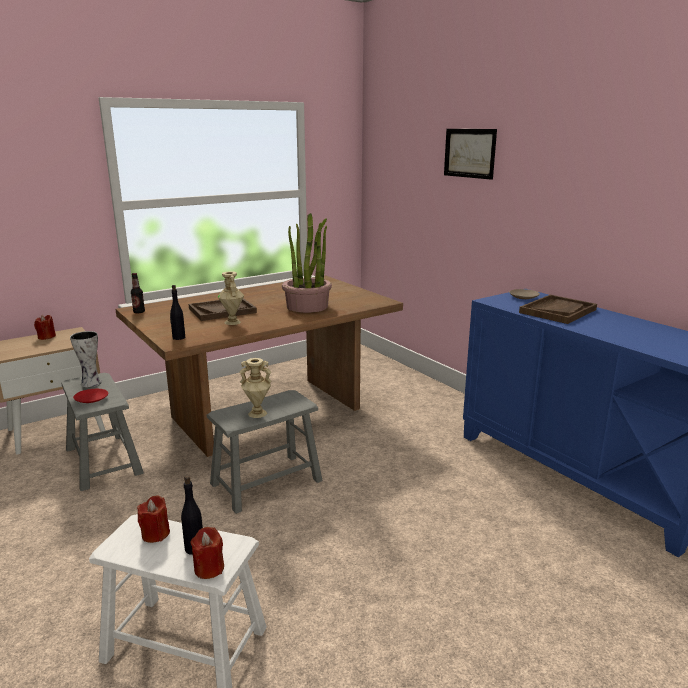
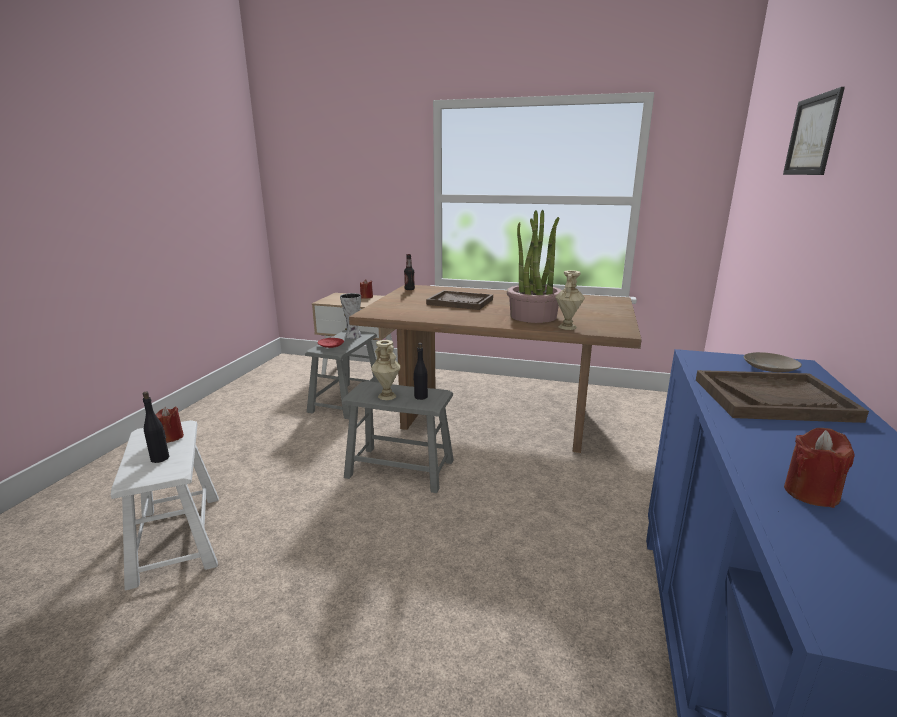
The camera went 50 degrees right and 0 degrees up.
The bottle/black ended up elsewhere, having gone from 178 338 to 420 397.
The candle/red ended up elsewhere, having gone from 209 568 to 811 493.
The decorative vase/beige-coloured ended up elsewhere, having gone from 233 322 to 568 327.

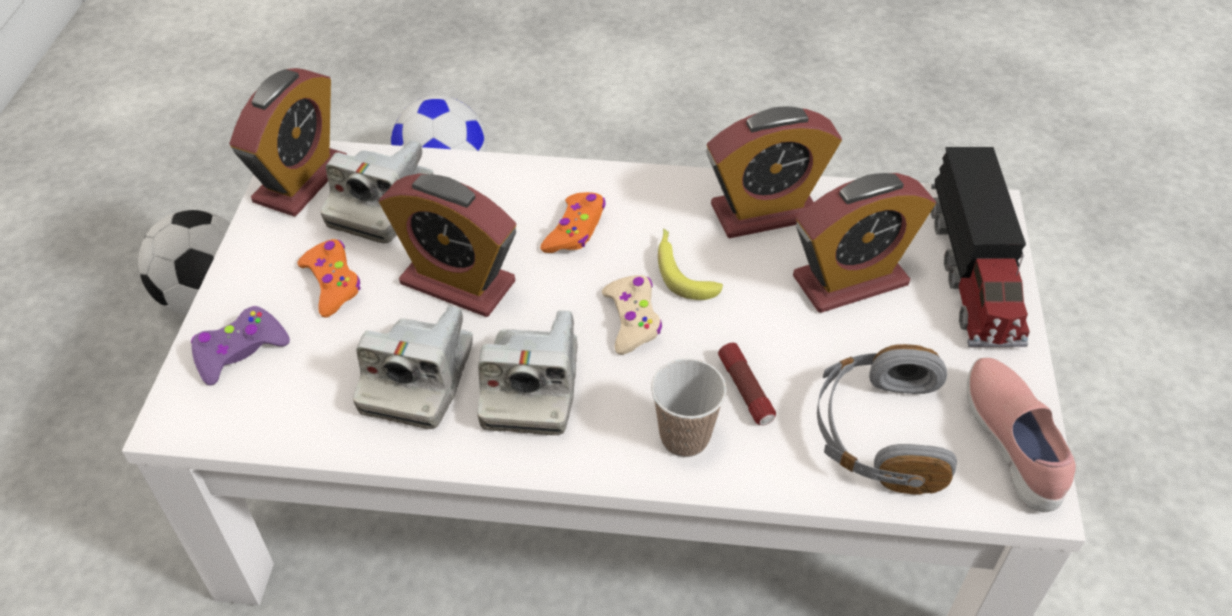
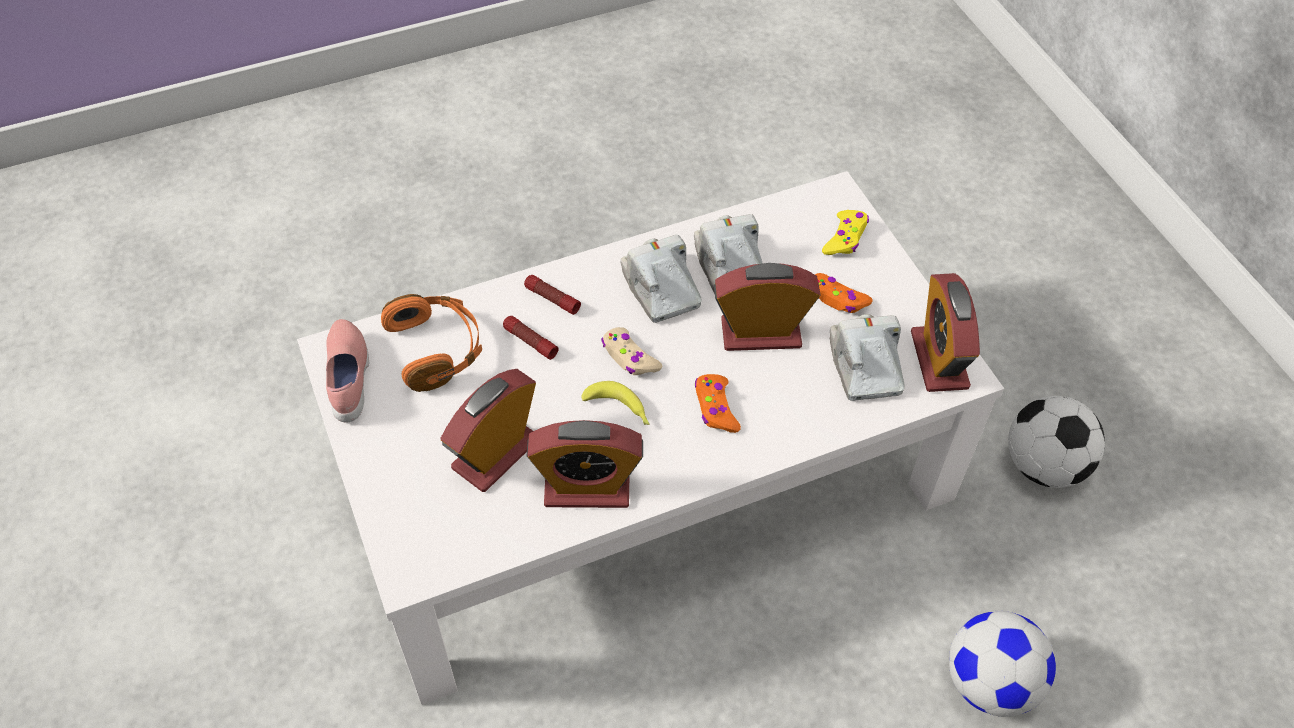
The camera went 150 degrees right and 5 degrees up.
What was the game controller/purple-coloured at 239 351 turned into the game controller/yellow-coloured at 845 238.
Where the drinking cup stood at 684 437, the torch came to stand at 552 299.
The bedside clock at 764 212 ended up facing another way, 135 degrees counterclockwise from before.
What was the headphones/gray at 878 433 turned into the headphones/orange-coloured at 437 349.
The second view lost the toy lorry at 974 272.
The item of footwear/pink at 1013 444 ended up facing another way, 150 degrees counterclockwise from before.

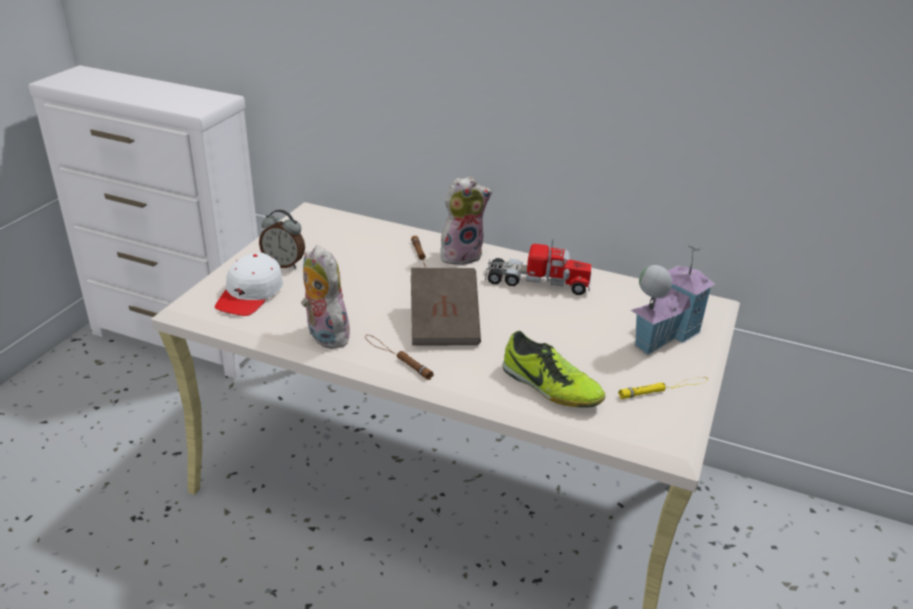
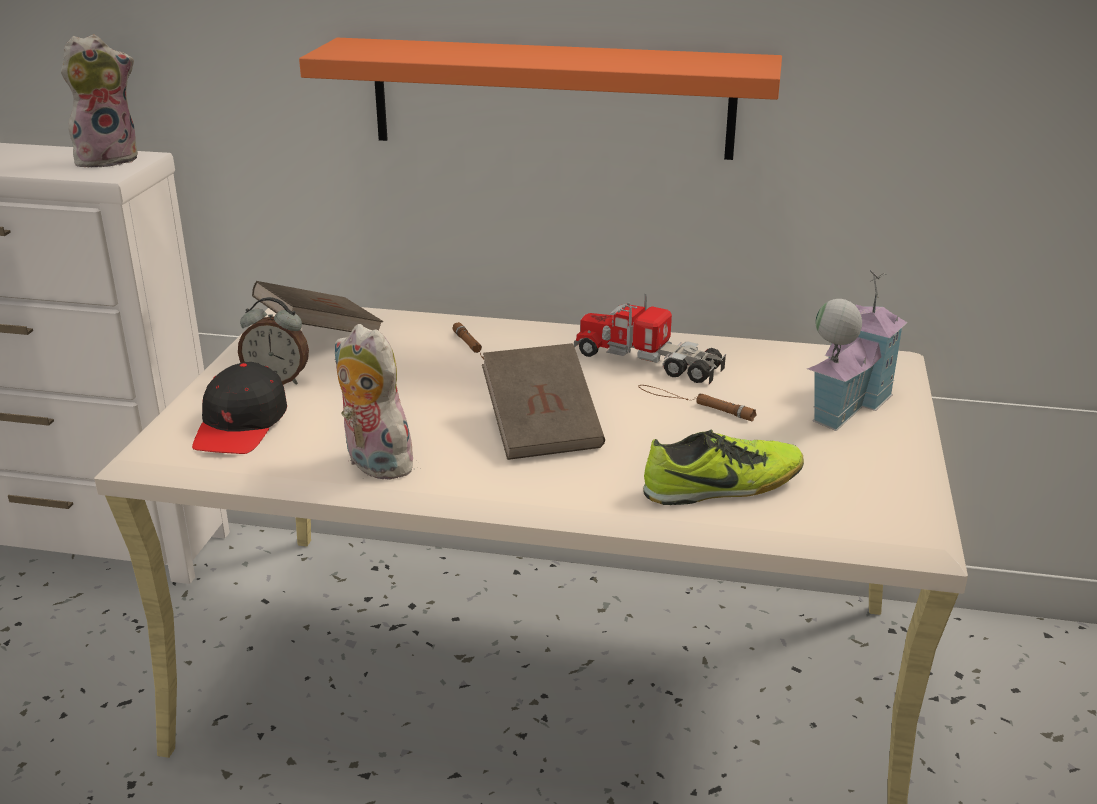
The camera went 10 degrees left and 5 degrees down.
What was the cap/white-coloured at 250 294 turned into the cap/black at 241 425.
The torch/brown-coloured ended up elsewhere, having gone from 397 357 to 694 403.
The plush toy ended up elsewhere, having gone from 461 255 to 108 159.
The toy lorry at 537 282 ended up facing another way, 150 degrees counterclockwise from before.
The item of footwear at 550 387 ended up facing another way, 45 degrees counterclockwise from before.
The second view lost the torch/yellow-coloured at 664 388.
The second view gained the volume/brown-coloured at 320 334.
The second view gained the bracket shelf/orange-coloured at 551 98.

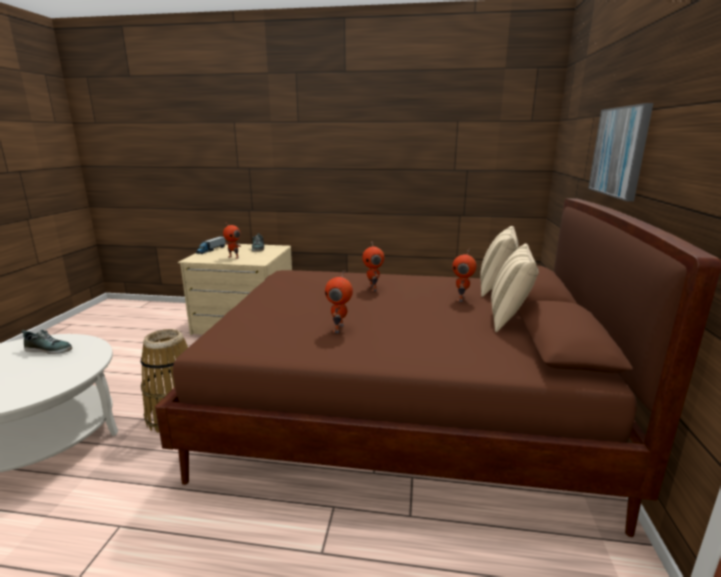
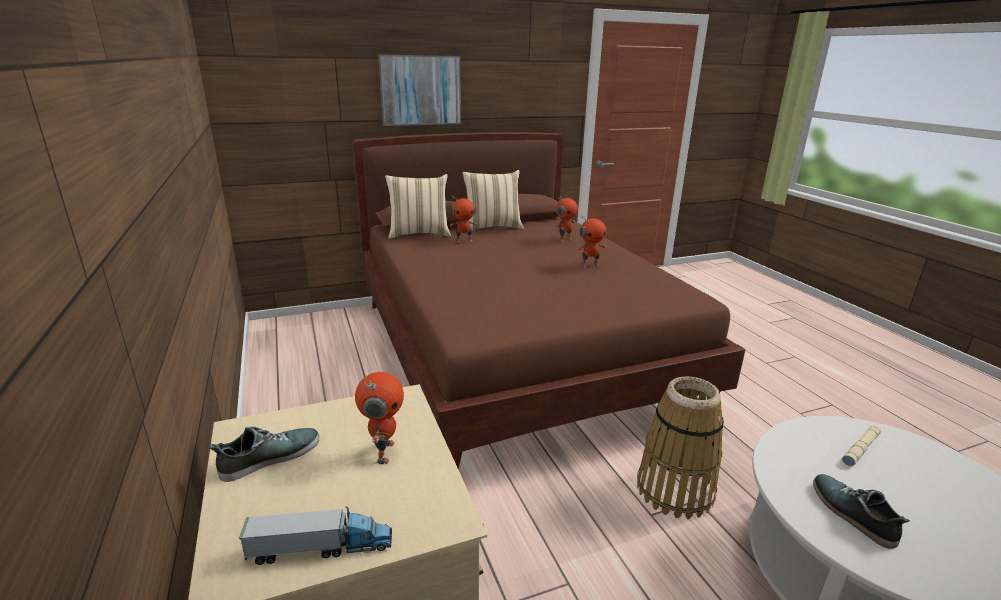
The camera went 120 degrees left and 5 degrees up.
The toy robot ended up elsewhere, having gone from 373 288 to 564 240.
The second view gained the torch/beige-coloured at 860 449.

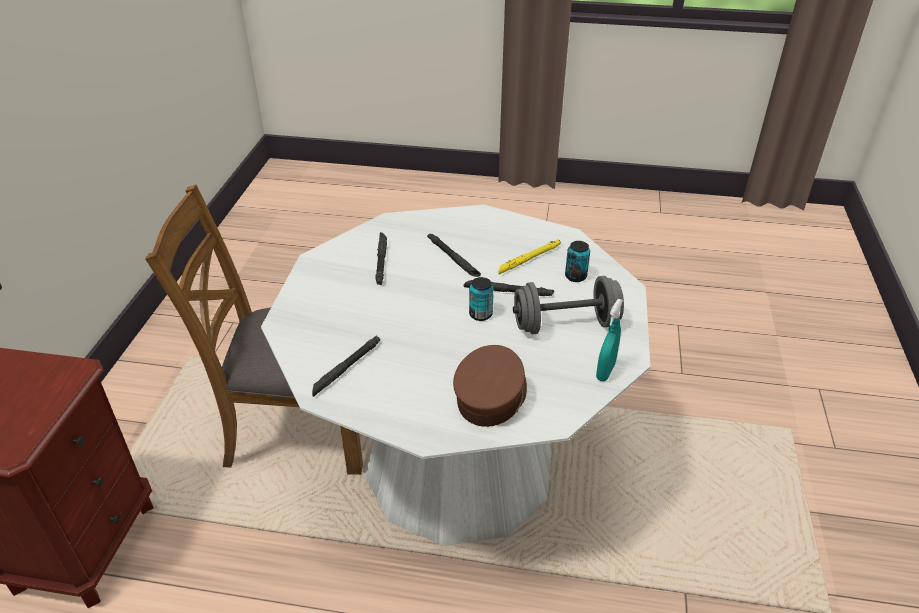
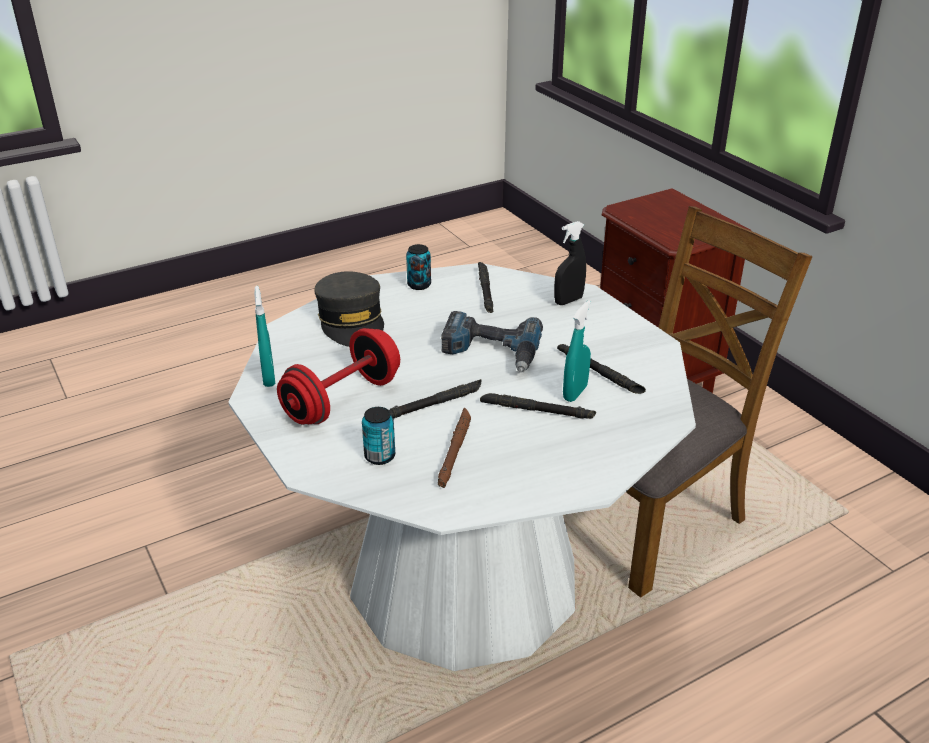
The camera went 140 degrees right and 5 degrees down.
What was the cap/brown-coloured at 491 396 turned into the cap/gray at 351 321.
The can ended up elsewhere, having gone from 480 314 to 419 285.
What was the torch/yellow-coloured at 528 259 turned into the torch/brown-coloured at 454 450.
What was the free weight/gray at 565 324 turned into the free weight/red at 342 400.
The second view gained the power drill at 490 351.
The second view gained the spray bottle/black at 568 301.
The second view gained the spray bottle/turquoise-coloured at 575 393.

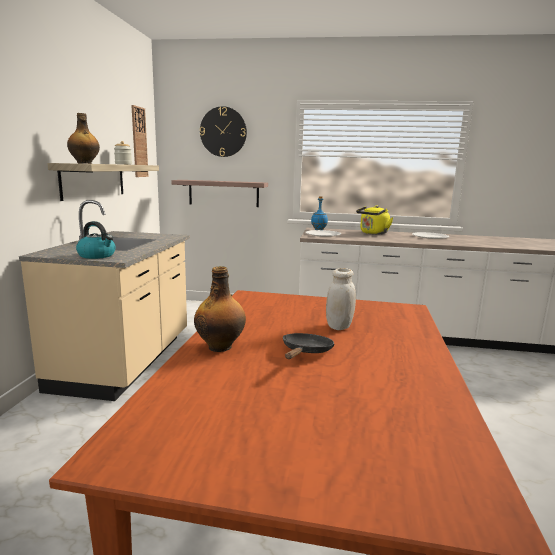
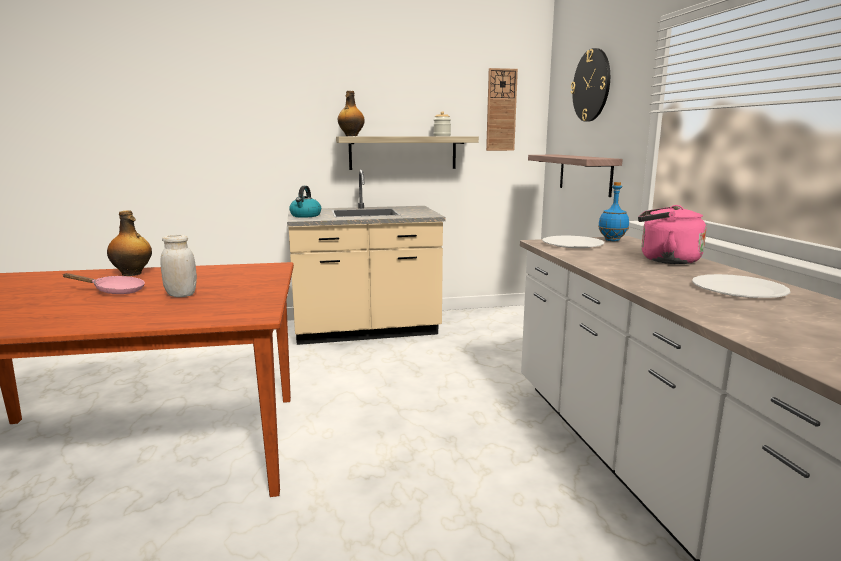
The camera went 70 degrees right and 0 degrees up.
What was the skillet/black at 305 352 turned into the skillet/pink at 114 291.
What was the kettle/yellow-coloured at 373 233 turned into the kettle/pink at 665 260.

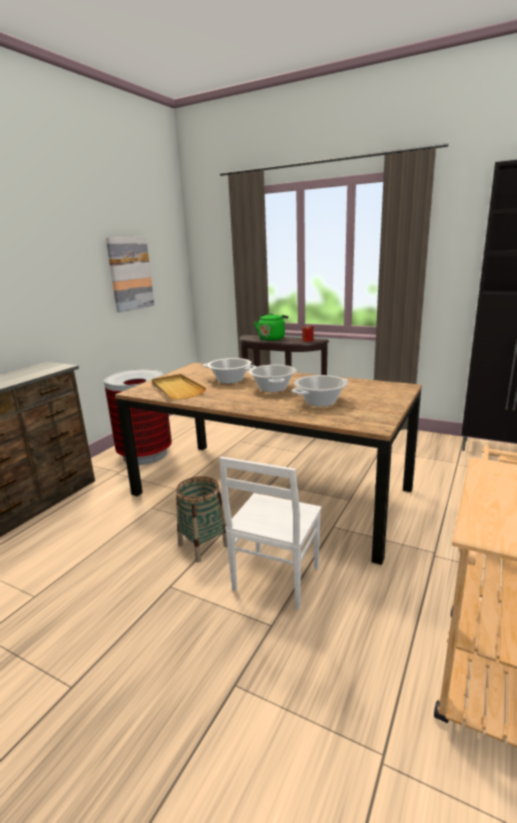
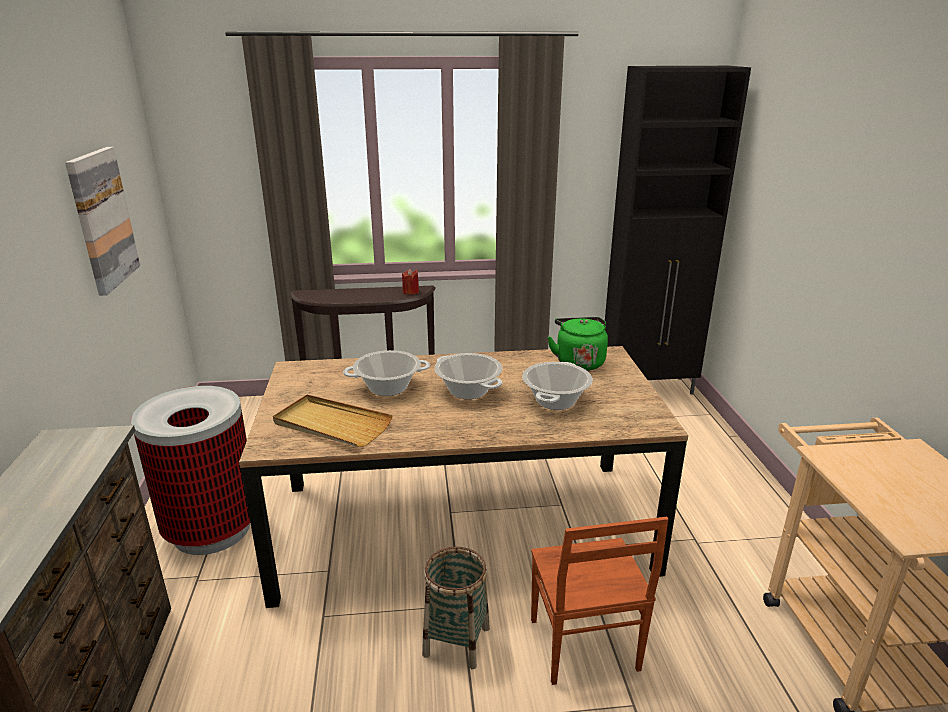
The camera went 35 degrees left and 5 degrees up.
What was the upright chair/white-coloured at 274 579 turned into the upright chair/brown-coloured at 582 646.
The kettle/green-coloured ended up elsewhere, having gone from 272 338 to 578 362.

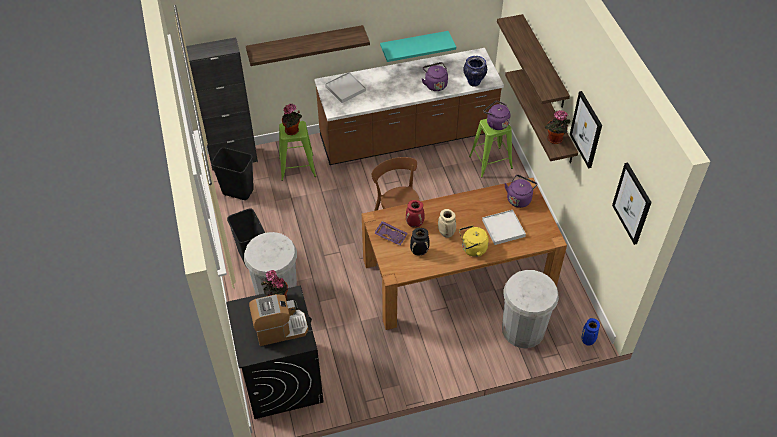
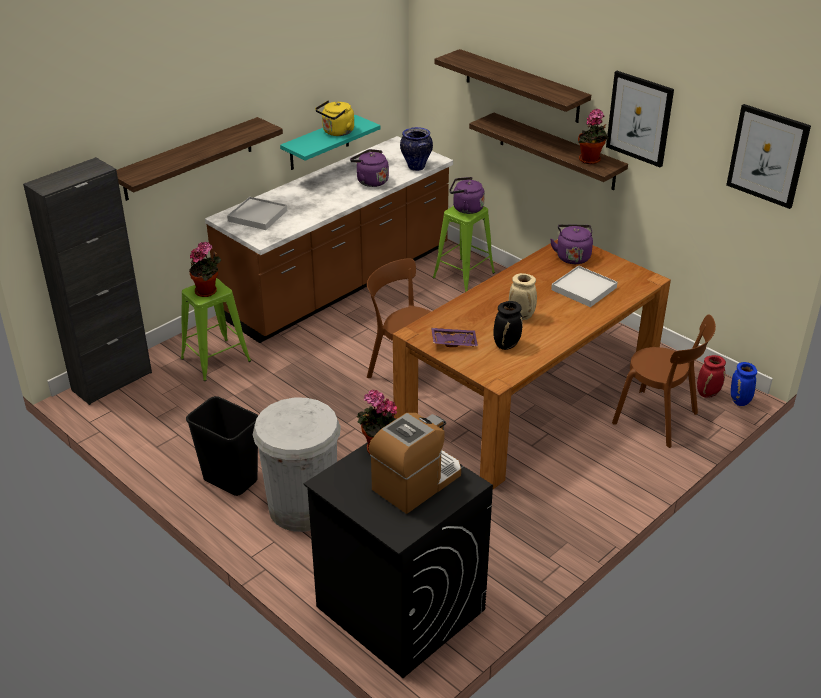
The camera went 30 degrees left and 15 degrees down.
The second view lost the rubbish bin/black at 238 191.
The decorative vase/red ended up elsewhere, having gone from 415 224 to 708 393.
The kettle/yellow-coloured ended up elsewhere, having gone from 472 249 to 337 132.
Where the rubbish bin/white-coloured stood at 523 329, the upright chair/brown-coloured came to stand at 659 420.

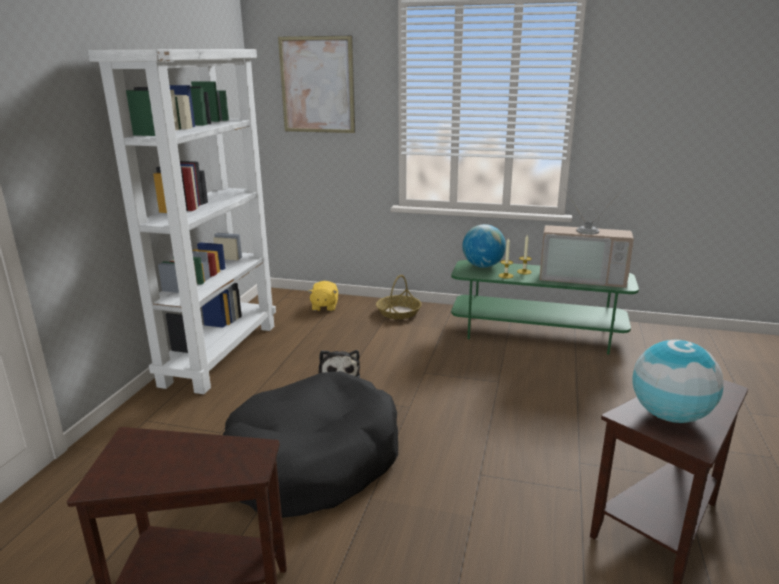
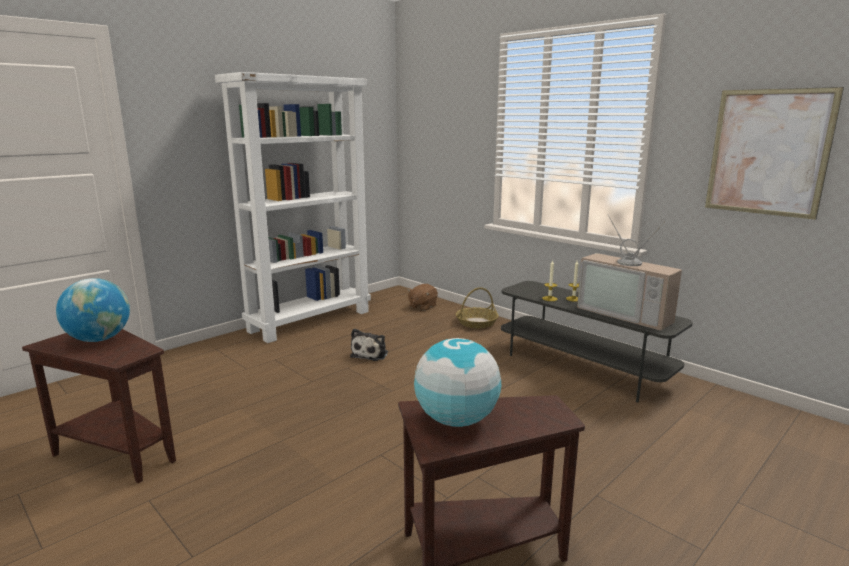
The camera went 30 degrees right and 5 degrees down.
The second view lost the dog bed/black at 312 462.
The picture ended up elsewhere, having gone from 317 85 to 768 152.
What was the plush toy/yellow-coloured at 324 307 turned into the plush toy/brown-coloured at 422 306.
What was the tv stand/green-coloured at 537 334 turned into the tv stand/gray at 584 367.
The desk globe ended up elsewhere, having gone from 482 266 to 99 339.

